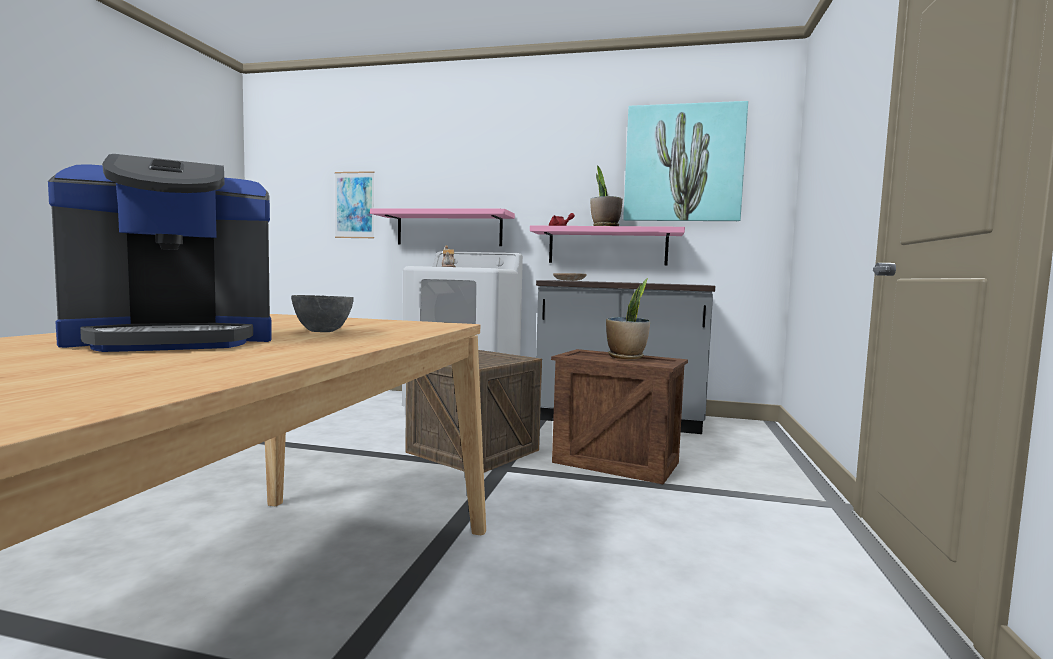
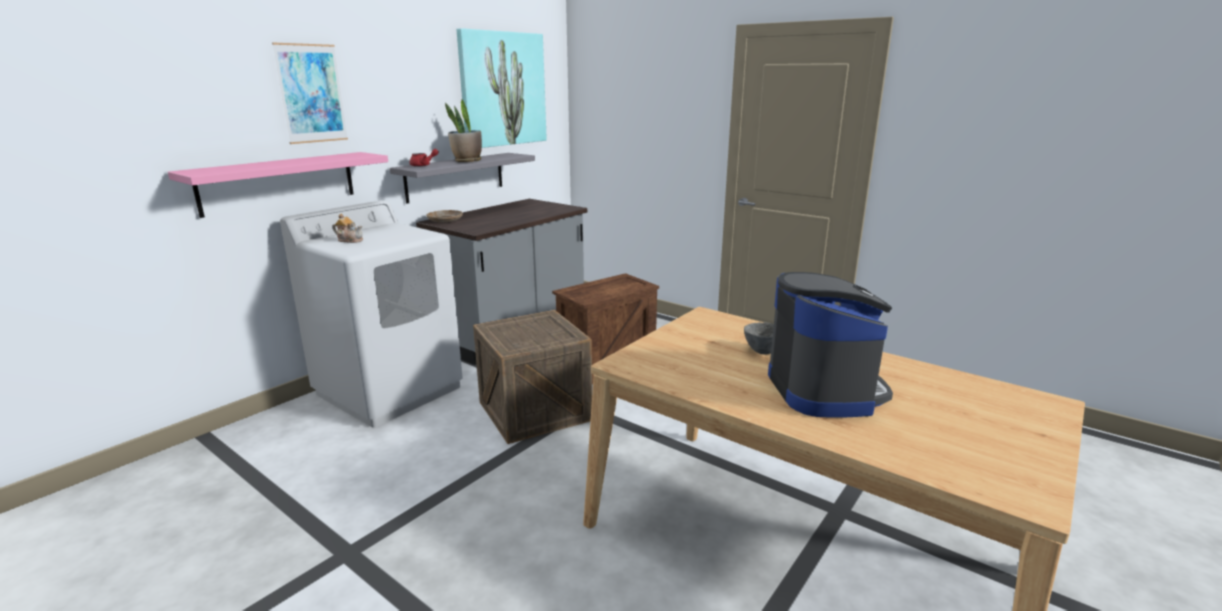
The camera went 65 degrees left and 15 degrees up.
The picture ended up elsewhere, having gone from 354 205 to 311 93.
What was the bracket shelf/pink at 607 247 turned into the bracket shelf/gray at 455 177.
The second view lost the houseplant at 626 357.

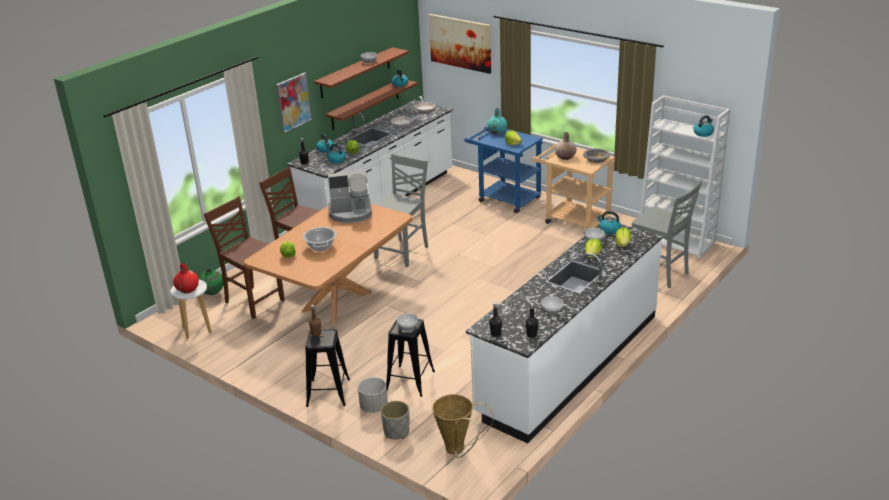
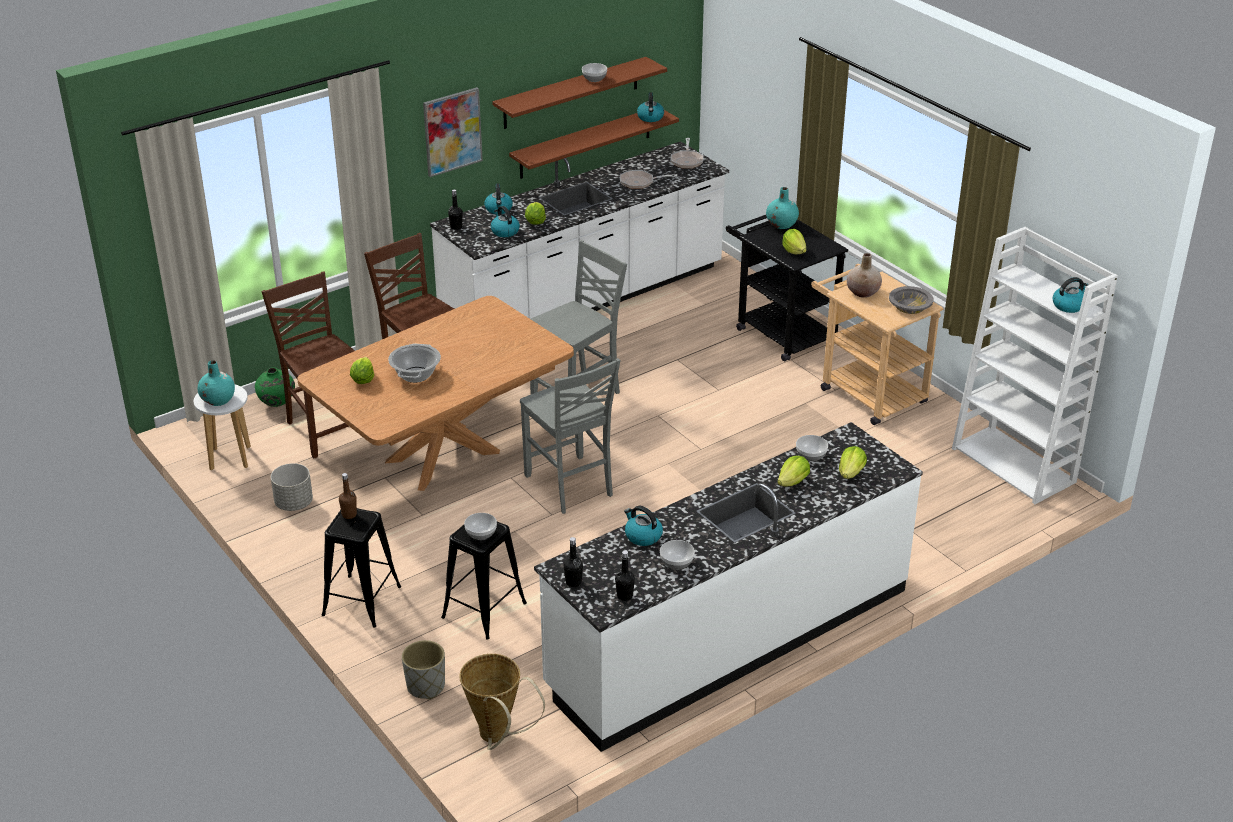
The camera went 15 degrees right and 5 degrees up.
What was the decorative vase/red at 188 289 turned into the decorative vase/turquoise-coloured at 218 400.
The second view lost the coffee maker at 351 213.
The planter/gray ended up elsewhere, having gone from 373 407 to 293 503.
The second view lost the picture at 460 43.
What was the trolley/blue at 504 198 turned into the trolley/black at 780 331.
The kettle ended up elsewhere, having gone from 609 229 to 642 536.
The upright chair/gray ended up elsewhere, having gone from 660 273 to 570 486.

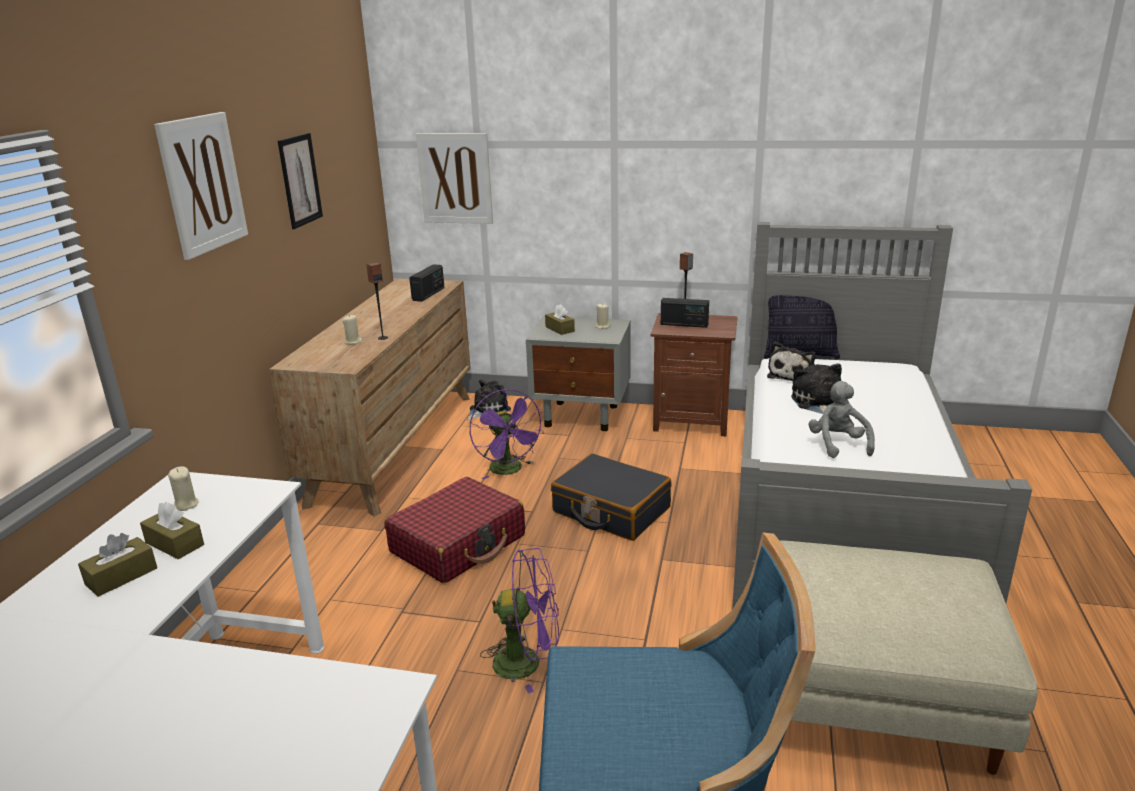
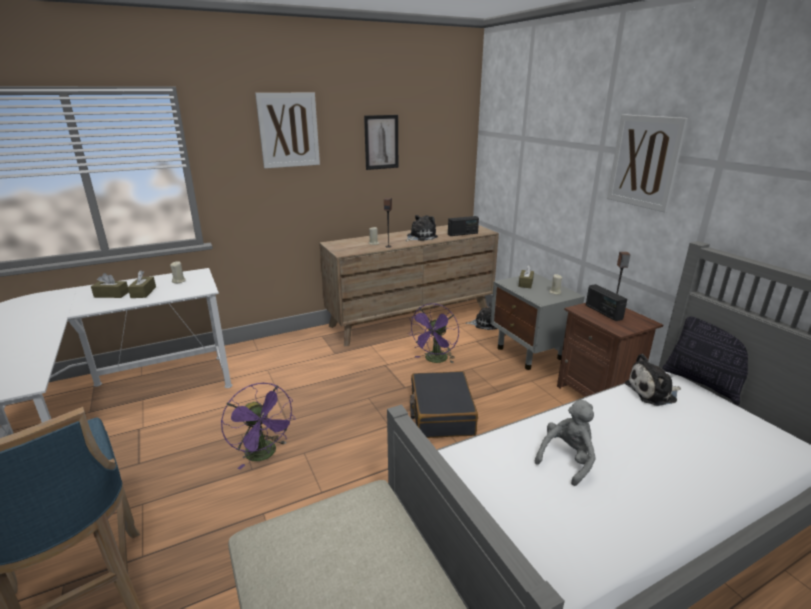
The camera went 50 degrees right and 0 degrees up.
The second view lost the suitcase/red at 458 544.
The picture ended up elsewhere, having gone from 455 178 to 644 162.
The plush toy ended up elsewhere, having gone from 817 403 to 420 237.

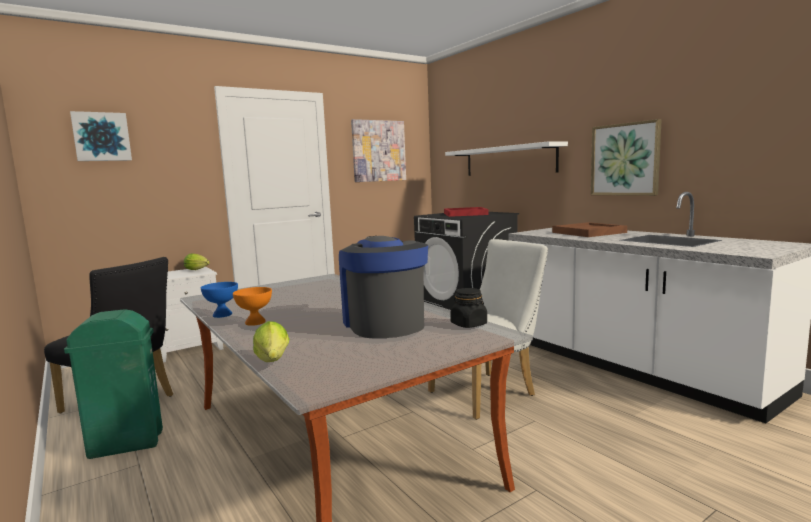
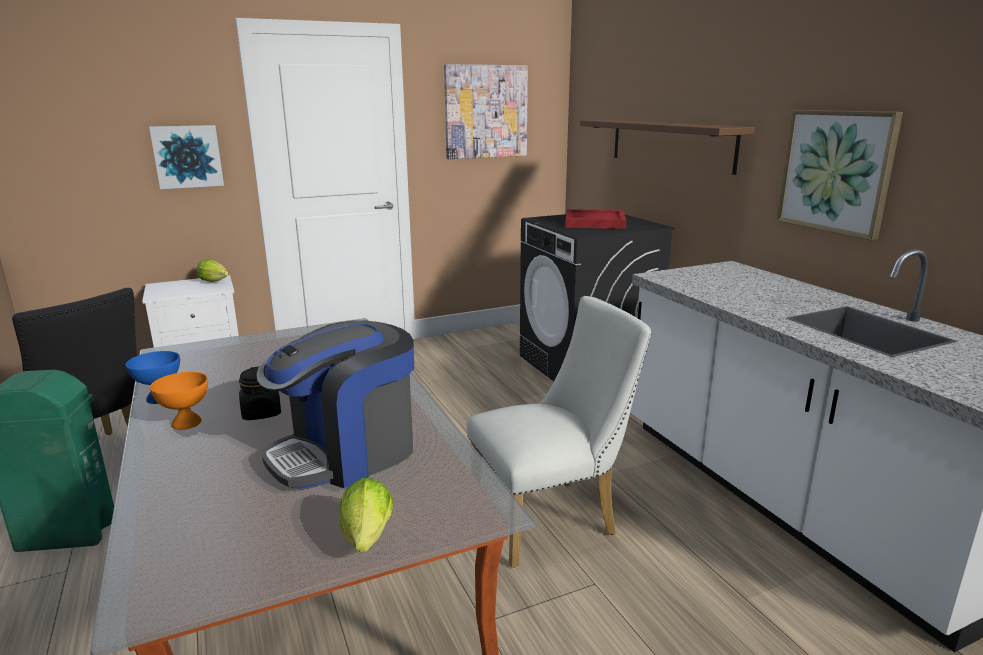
The camera went 10 degrees right and 10 degrees up.
The picture ended up elsewhere, having gone from 101 137 to 187 156.
The lettuce head ended up elsewhere, having gone from 273 362 to 367 540.
The coffee maker at 383 323 ended up facing another way, 120 degrees counterclockwise from before.
What was the bracket shelf/white-coloured at 509 160 turned into the bracket shelf/brown-coloured at 670 144.
The storage jar/black ended up elsewhere, having gone from 469 324 to 262 413.
The second view lost the carrying tray/brown-coloured at 588 232.

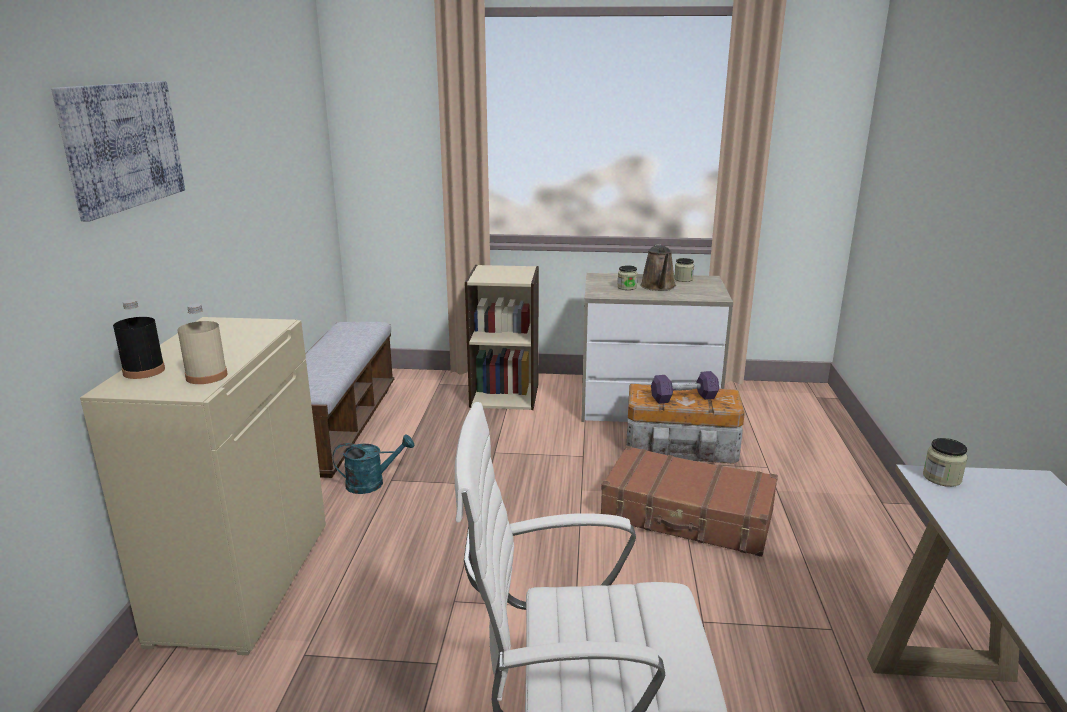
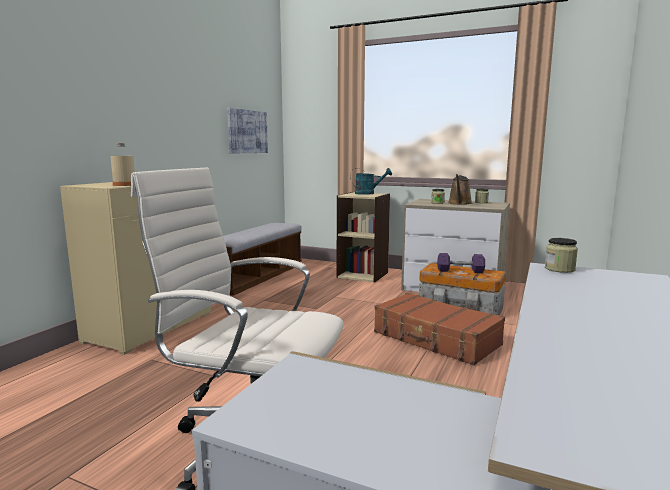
The camera went 20 degrees right and 10 degrees down.
The picture ended up elsewhere, having gone from 122 146 to 247 131.
The second view lost the bottle/black at 144 371.
The watering pot/turquoise-coloured ended up elsewhere, having gone from 372 483 to 368 193.

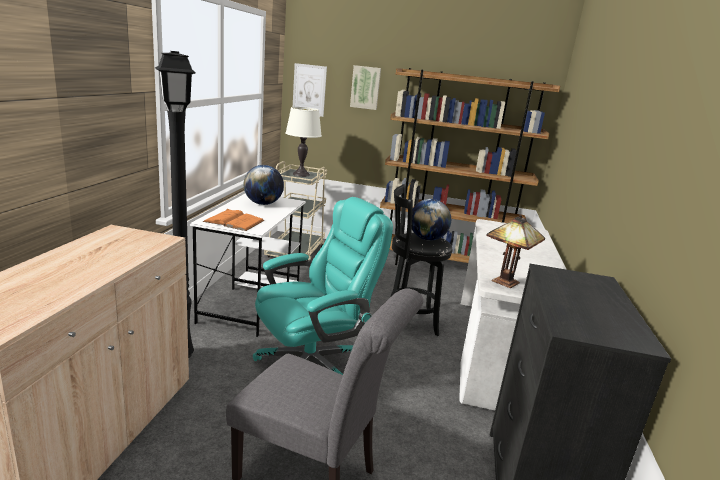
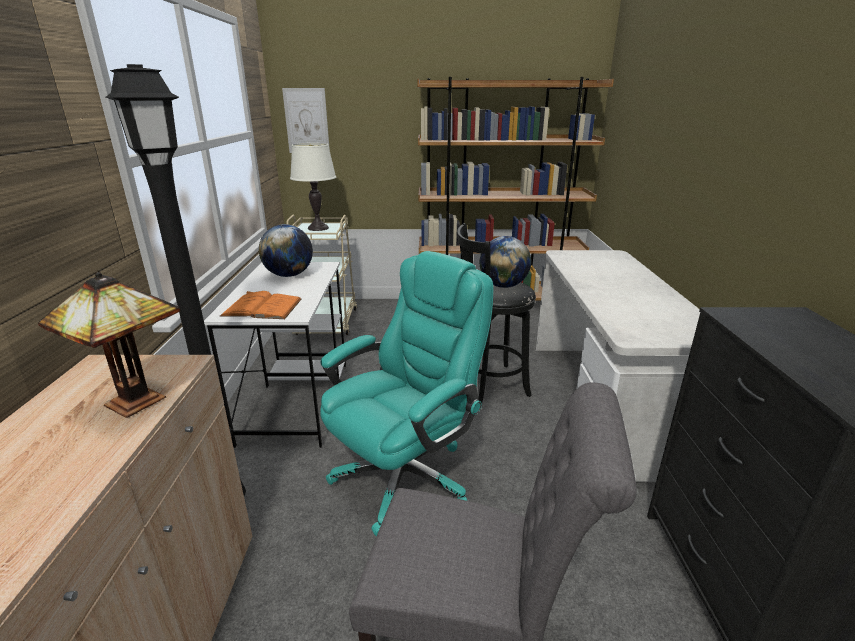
The camera went 10 degrees left and 5 degrees up.
The second view lost the picture at 365 87.
The tabletop lamp ended up elsewhere, having gone from 505 281 to 137 399.

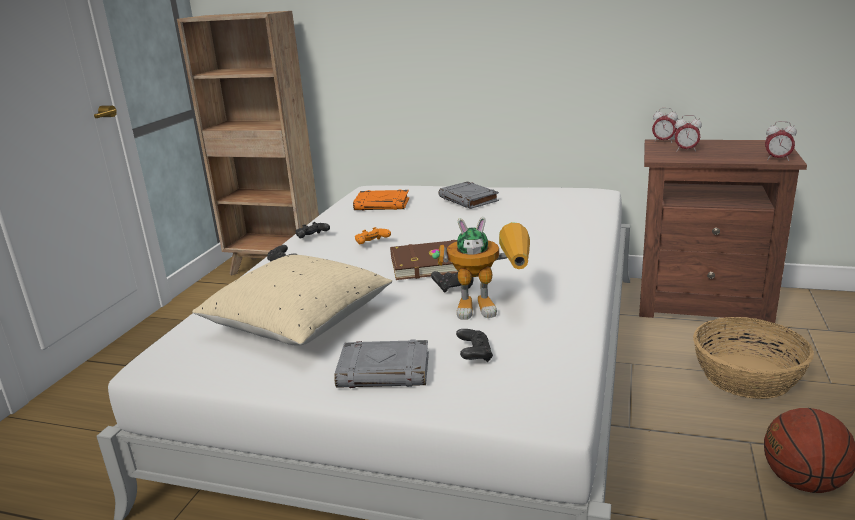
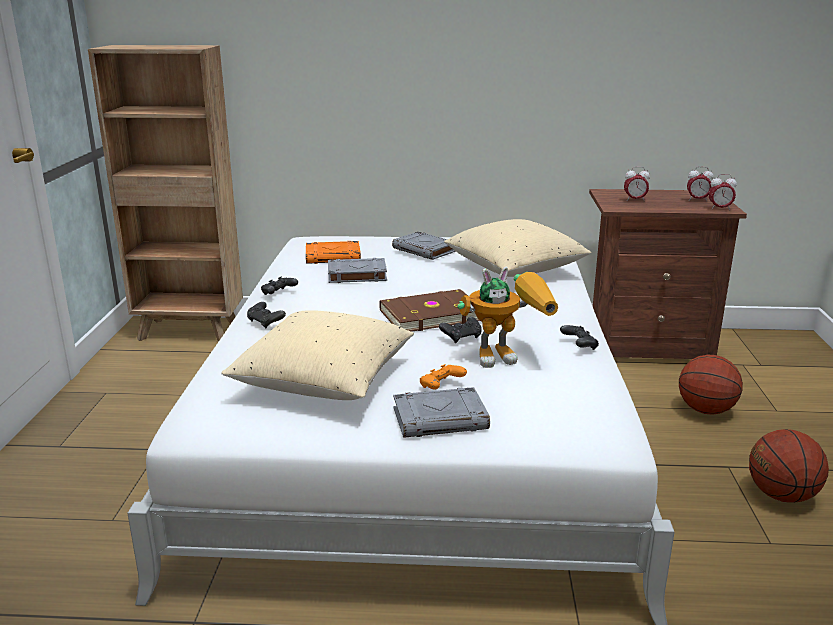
The camera went 15 degrees left and 0 degrees up.
The game controller/orange-coloured ended up elsewhere, having gone from 372 244 to 441 387.
The game controller/black ended up elsewhere, having gone from 474 355 to 579 346.
The bedside clock ended up elsewhere, having gone from 663 141 to 697 200.
Where the basket stood at 746 376, the basketball came to stand at 706 410.
The second view gained the volume/gray at 356 275.
The second view gained the cushion/beige-coloured at 514 269.

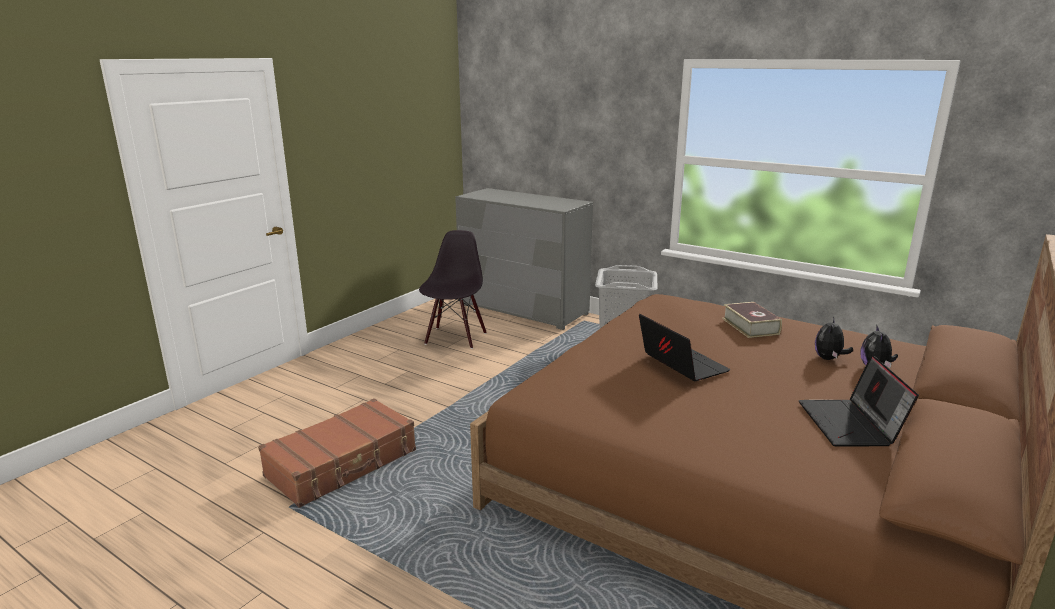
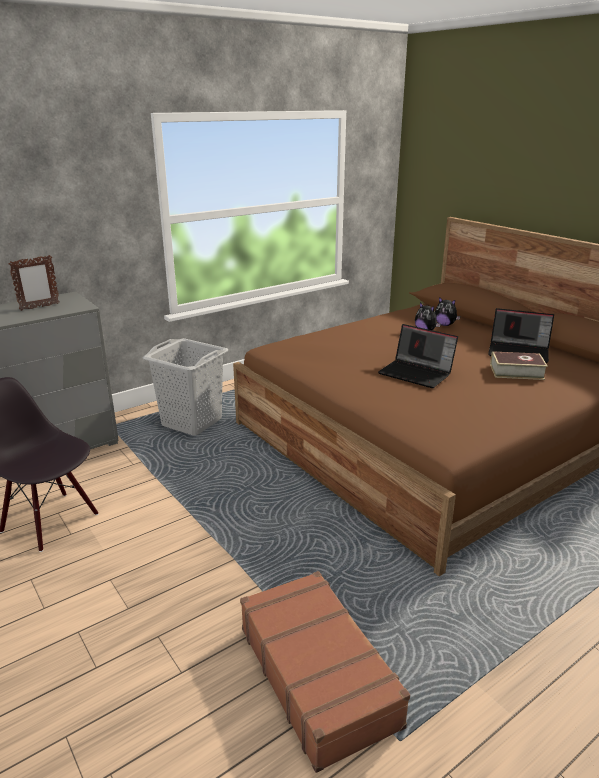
The camera went 70 degrees left and 5 degrees up.
The portable computer at 680 364 ended up facing another way, 135 degrees counterclockwise from before.
The volume ended up elsewhere, having gone from 750 326 to 516 372.
The second view gained the standing frame at 39 307.

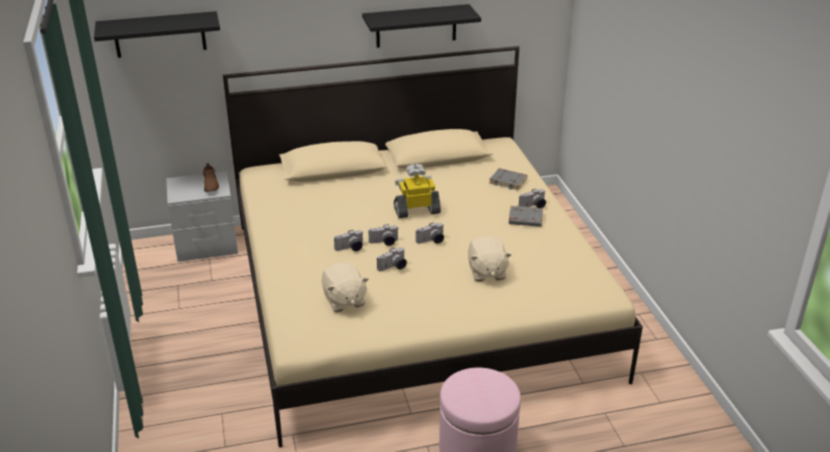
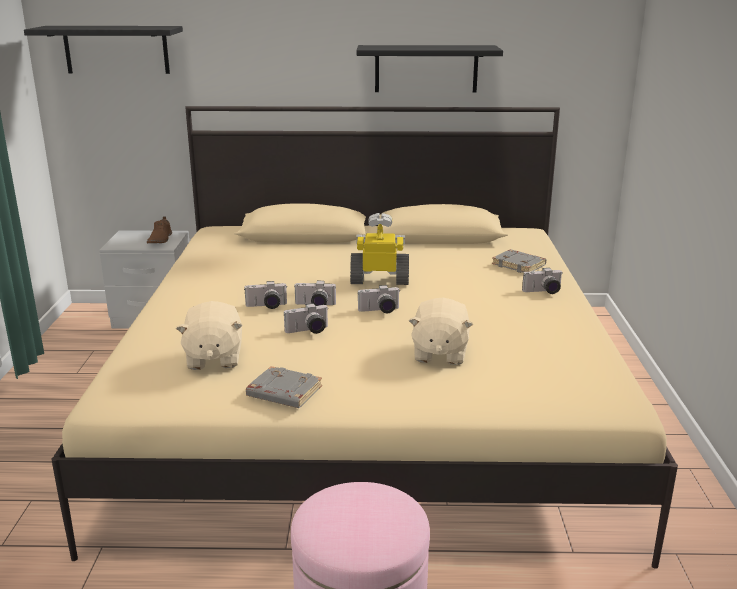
The camera went 15 degrees right and 10 degrees down.
The volume/gray ended up elsewhere, having gone from 525 219 to 283 393.

